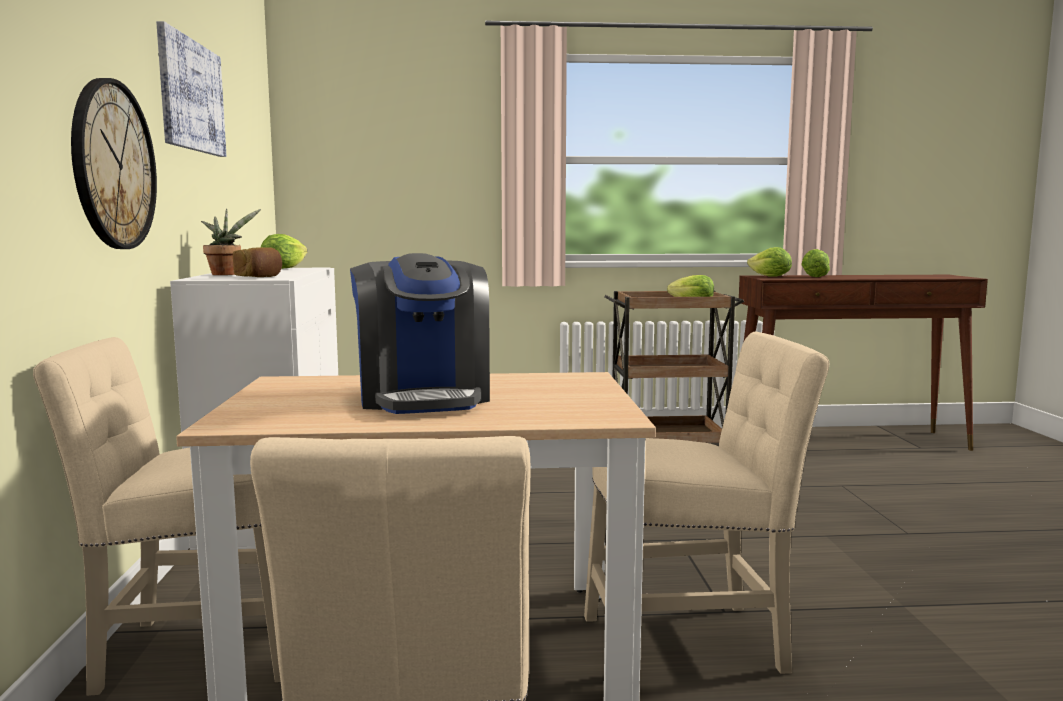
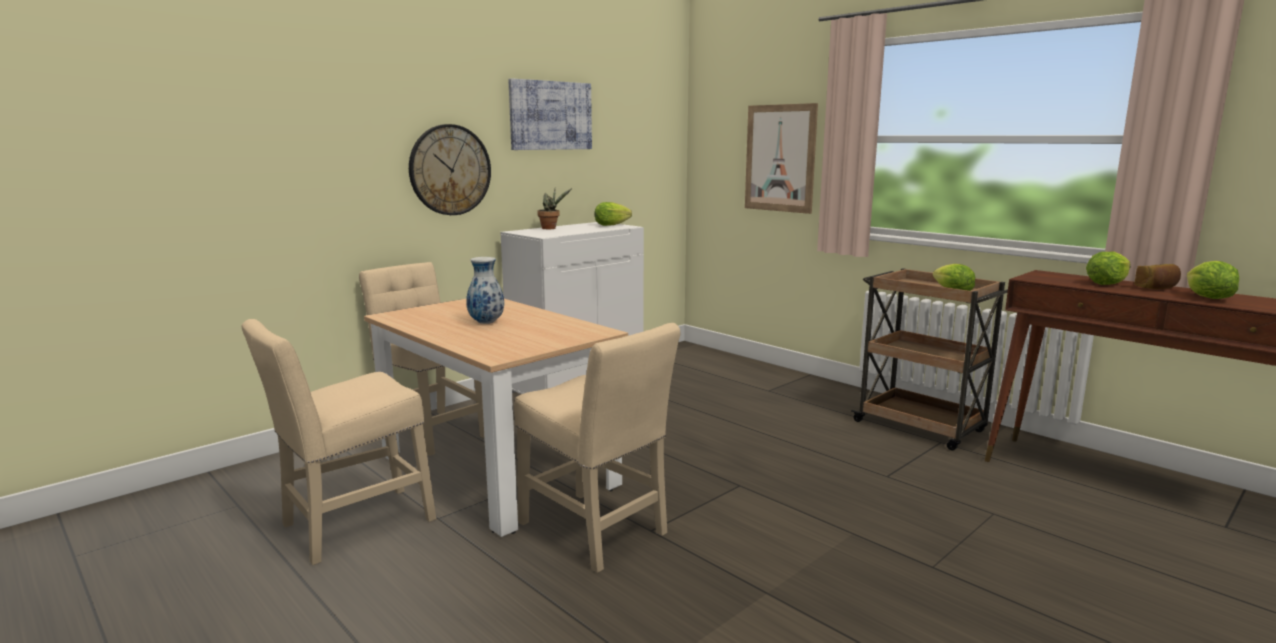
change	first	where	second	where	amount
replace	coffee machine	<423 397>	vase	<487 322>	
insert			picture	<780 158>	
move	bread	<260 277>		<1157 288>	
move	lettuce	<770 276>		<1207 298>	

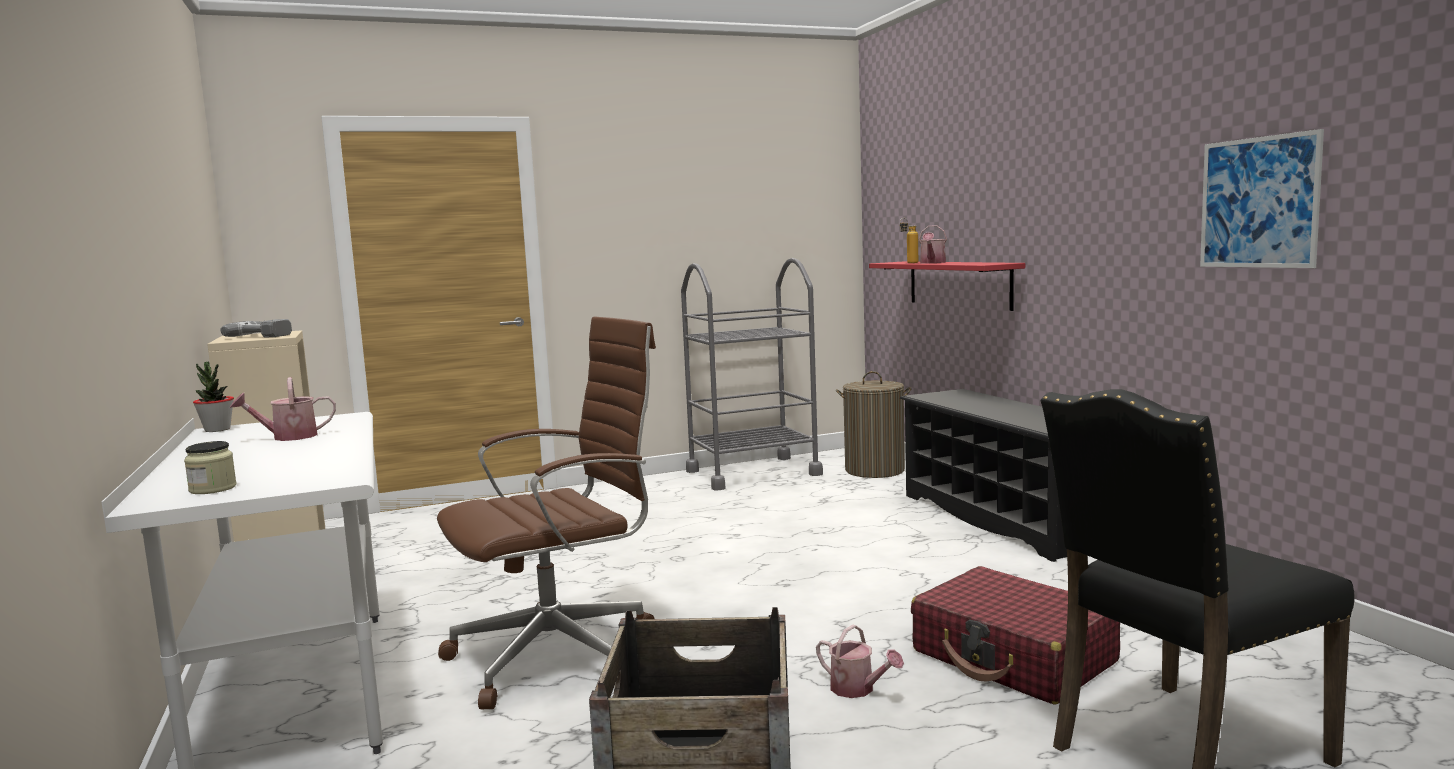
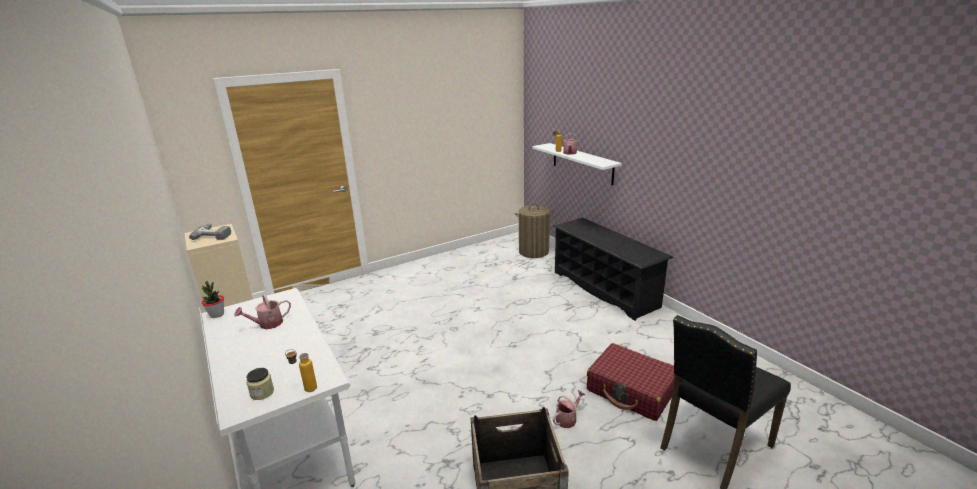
change	first	where	second	where	amount
insert			bottle	<305 389>	
recolor	red shelf	<958 284>	white shelf	<582 163>	
rotate	watering can	<857 689>		<568 419>	75 degrees counterclockwise
delete	brown office chair	<561 654>			
delete	grey cart	<753 473>			
delete	picture	<1258 202>			

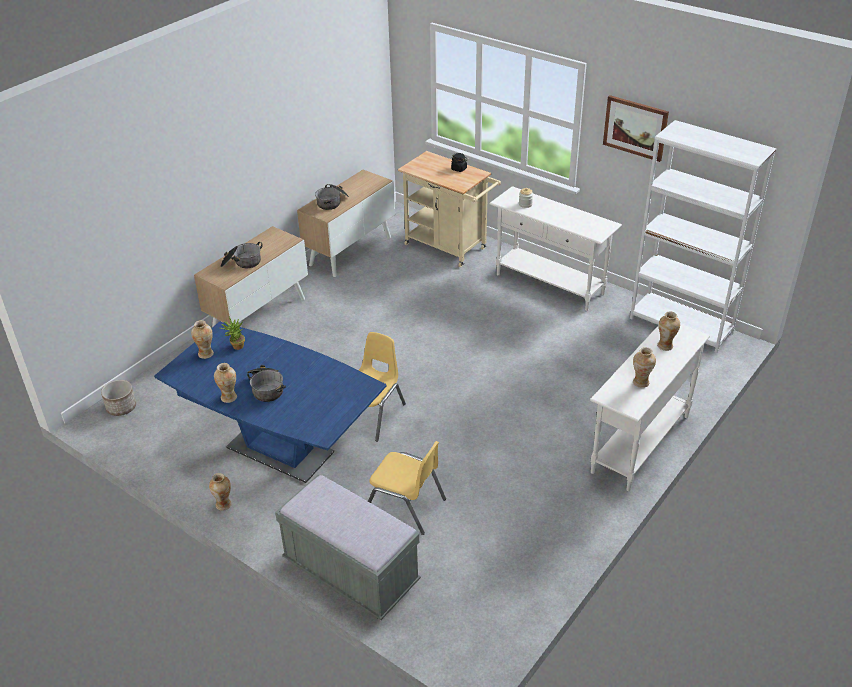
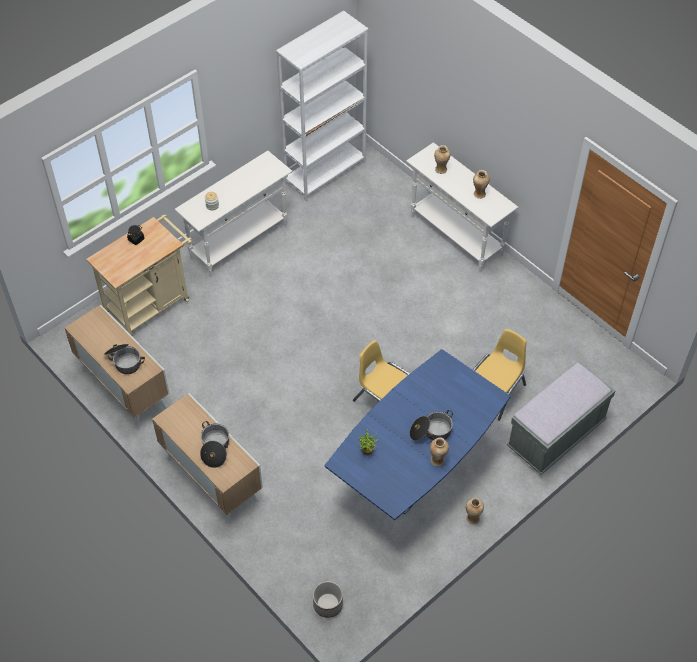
change	first	where	second	where	amount
delete	vase	<206 354>			
delete	picture	<635 127>			

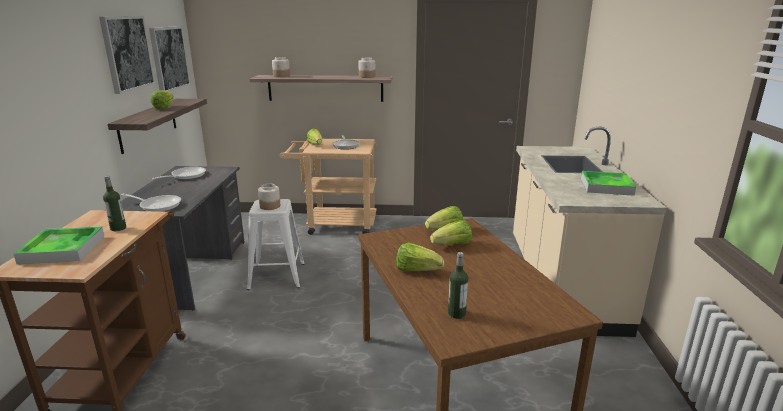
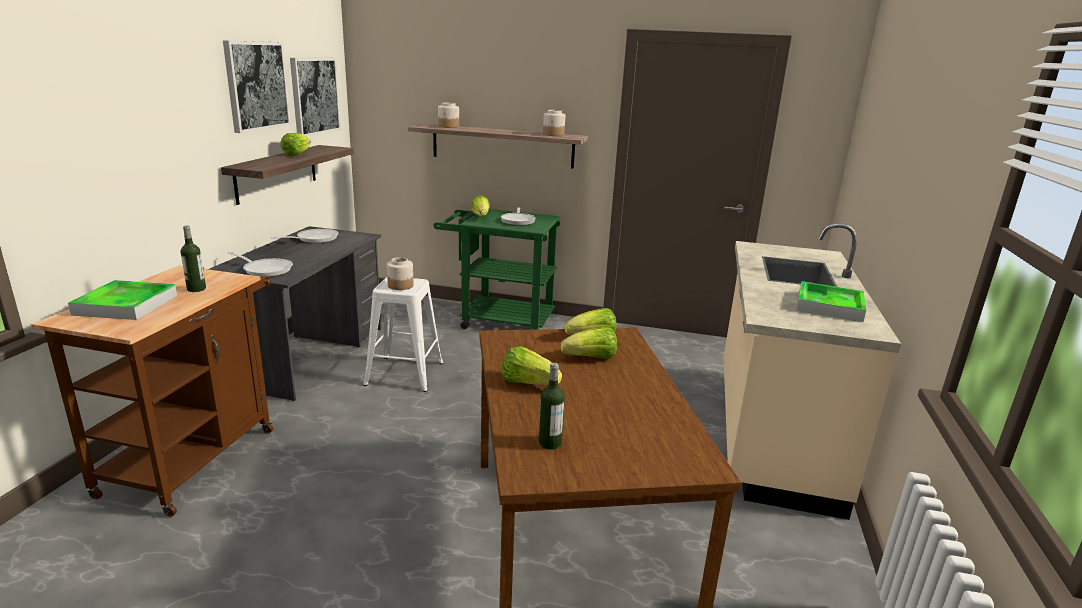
change	first	where	second	where	amount
recolor	beige cart	<335 224>	green cart	<498 320>	

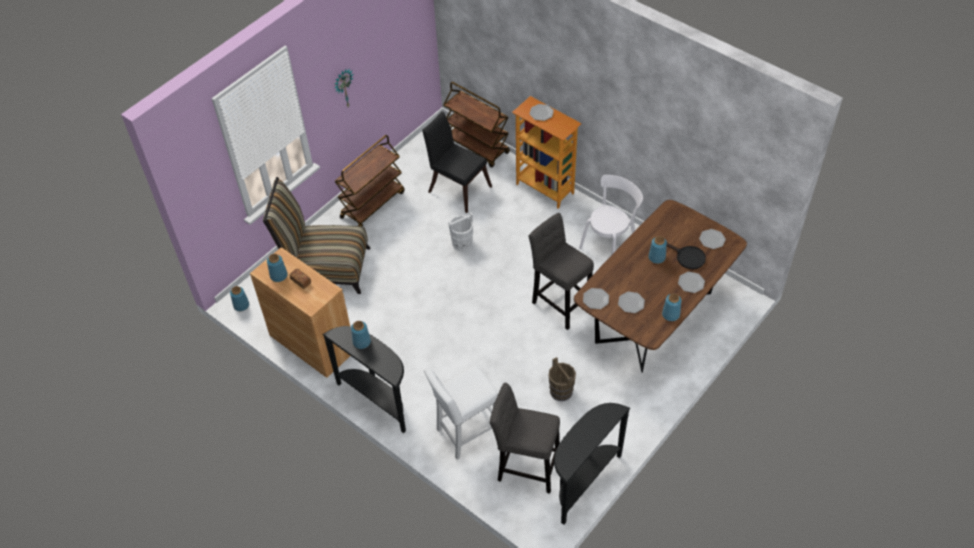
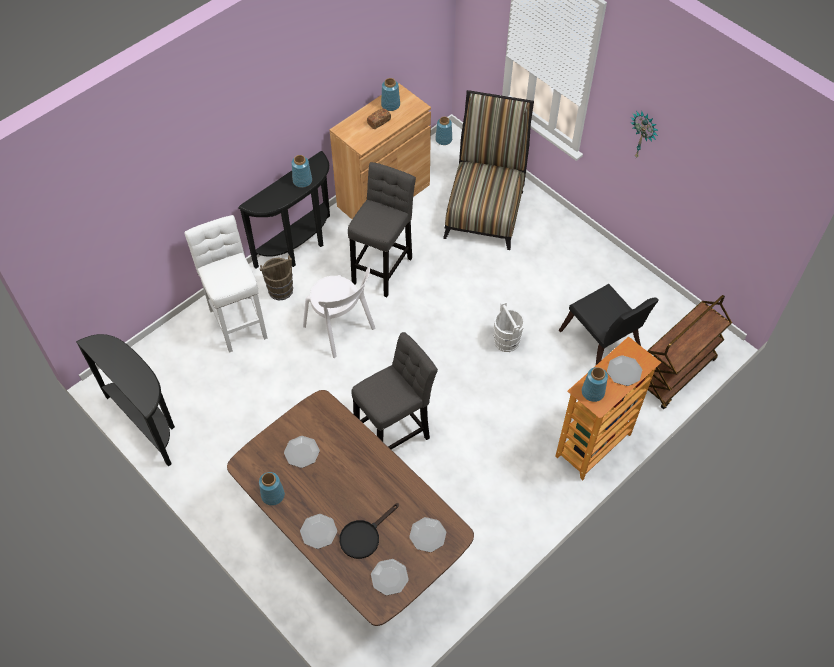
change	first	where	second	where	amount
move	brown bucket	<561 391>		<280 290>	
move	white chair	<610 245>		<341 329>	
move	grey stool	<525 468>		<383 267>	
move	plate	<595 299>		<428 535>	
rotate	black chair	<457 187>		<602 344>	105 degrees clockwise
move	blue vase	<656 257>		<592 392>	
delete	brown cart	<372 204>			

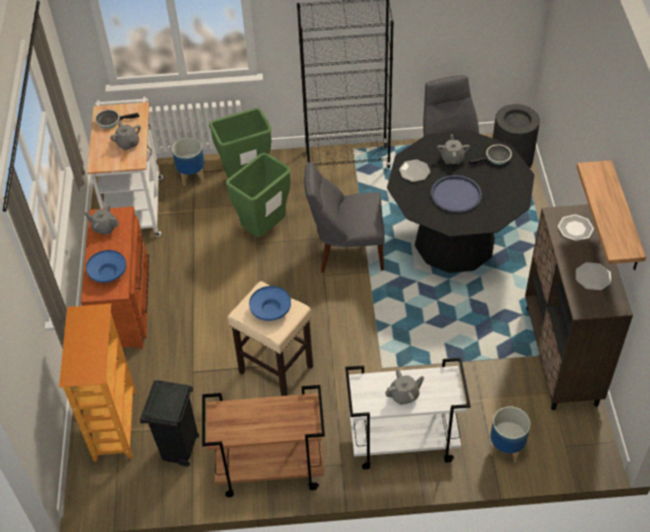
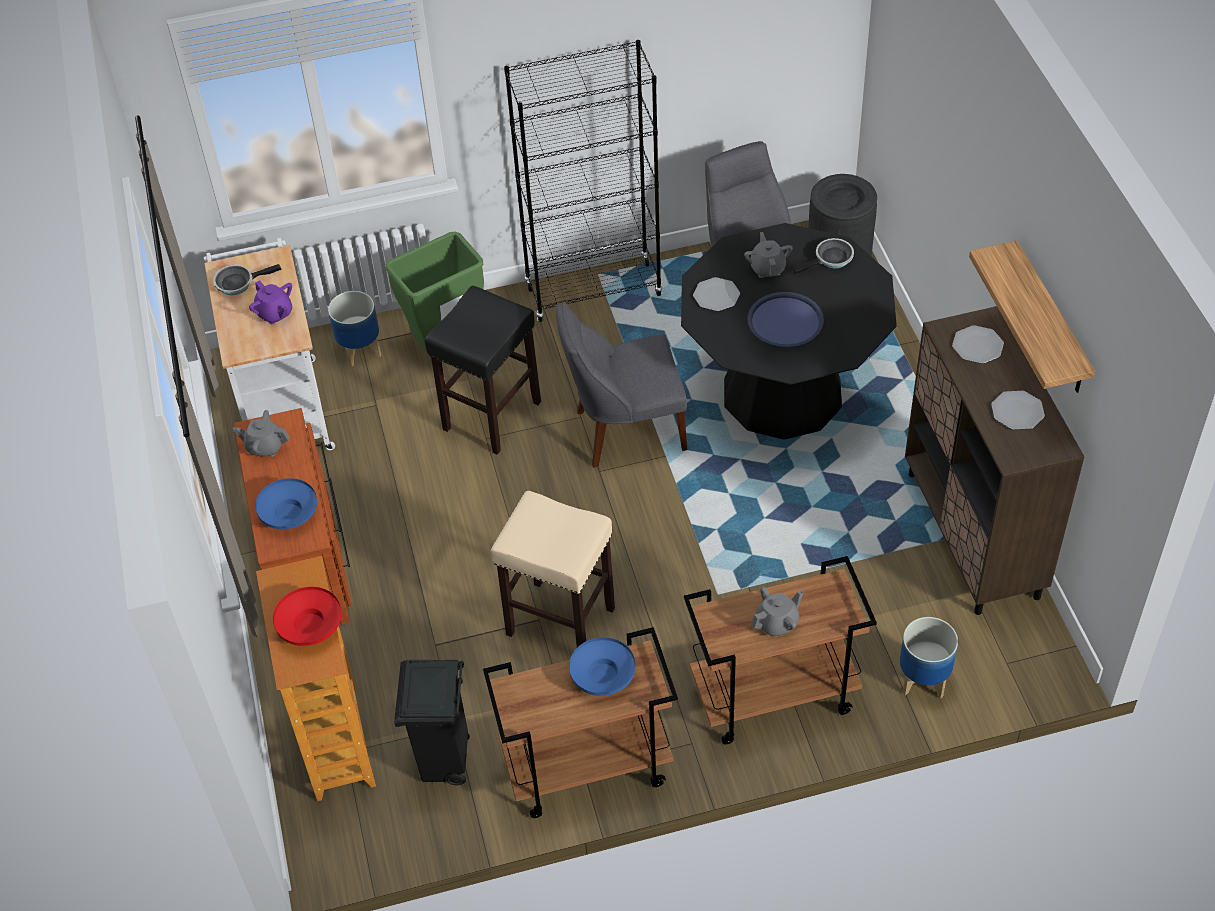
change	first	where	second	where	amount
recolor	grey teapot	<128 144>	purple teapot	<275 313>	
insert			red bowl	<310 626>	
replace	green trash can	<264 230>	black stool	<491 416>	
move	blue bowl	<270 310>		<602 676>	
recolor	white cart	<402 443>	brown cart	<772 697>	

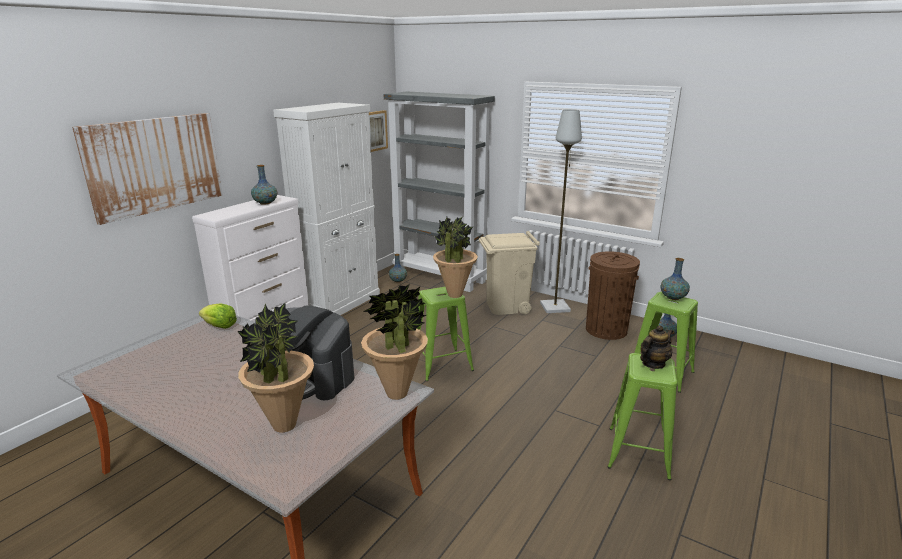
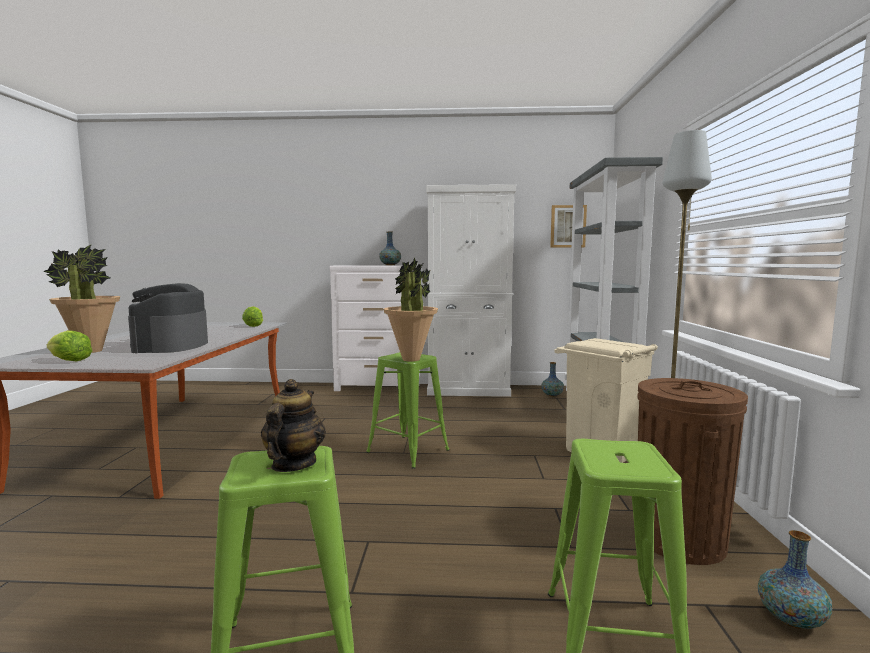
change	first	where	second	where	amount
insert			lettuce	<69 360>	
rotate	teapot	<653 364>		<293 464>	105 degrees counterclockwise
delete	picture	<155 165>			
delete	potted plant	<397 393>			
delete	vase	<673 297>			

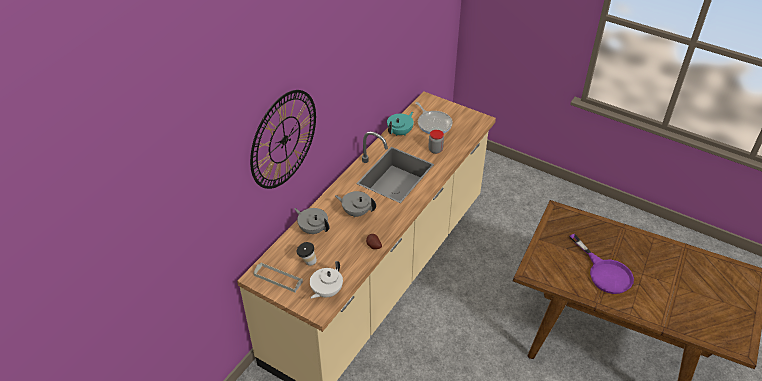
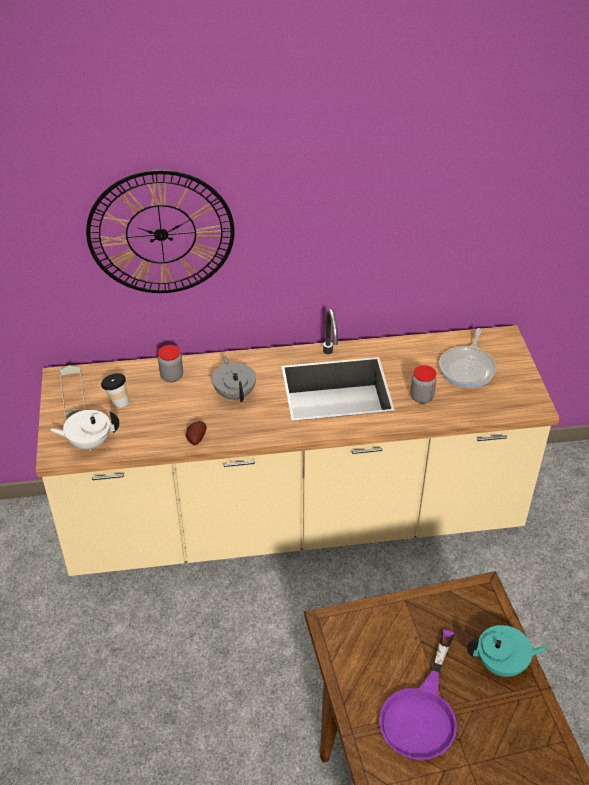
change	first	where	second	where	amount
replace	grey teapot	<313 229>	jar	<172 376>	
move	turquoise teapot	<400 132>		<502 664>	

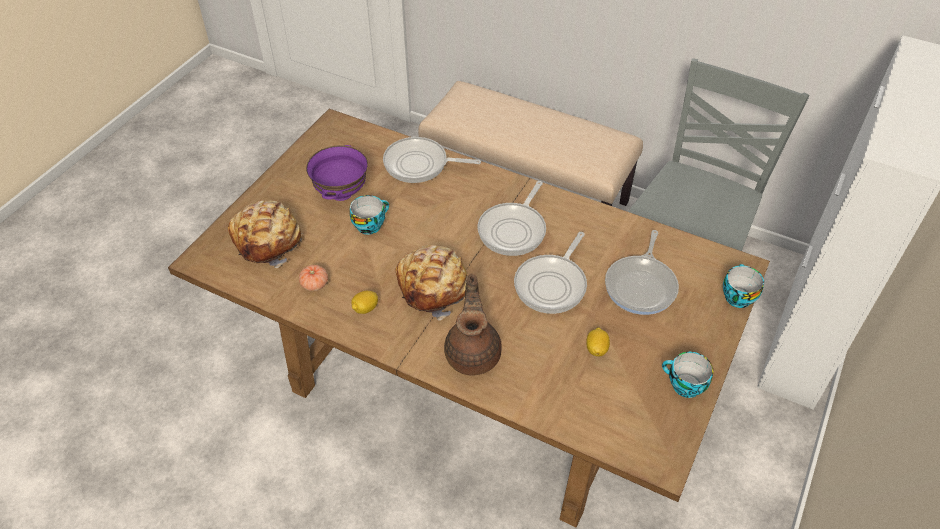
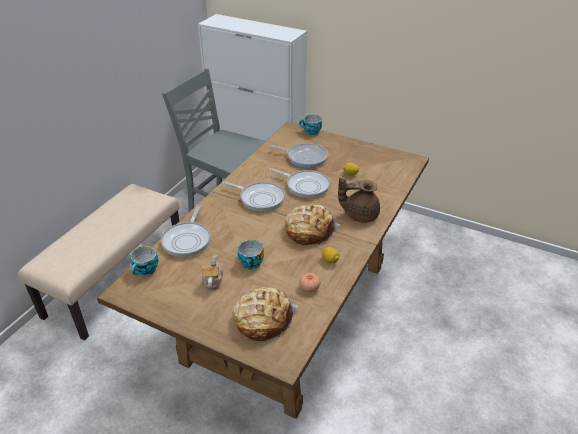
change	first	where	second	where	amount
move	cup	<684 386>		<146 270>	
replace	purple bowl	<340 193>	teapot	<212 281>	

